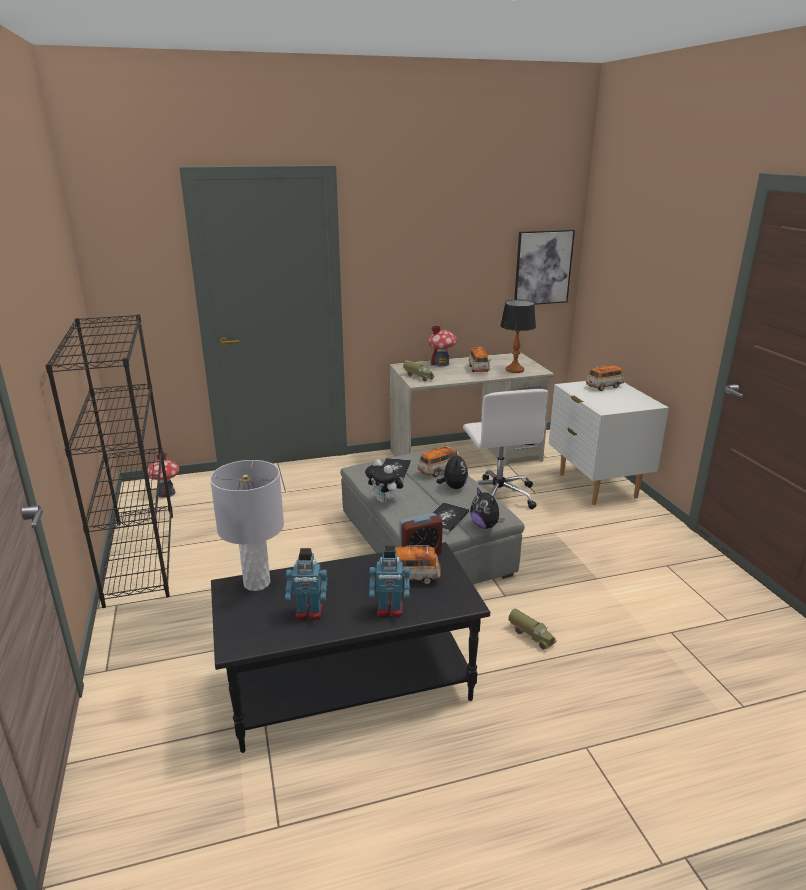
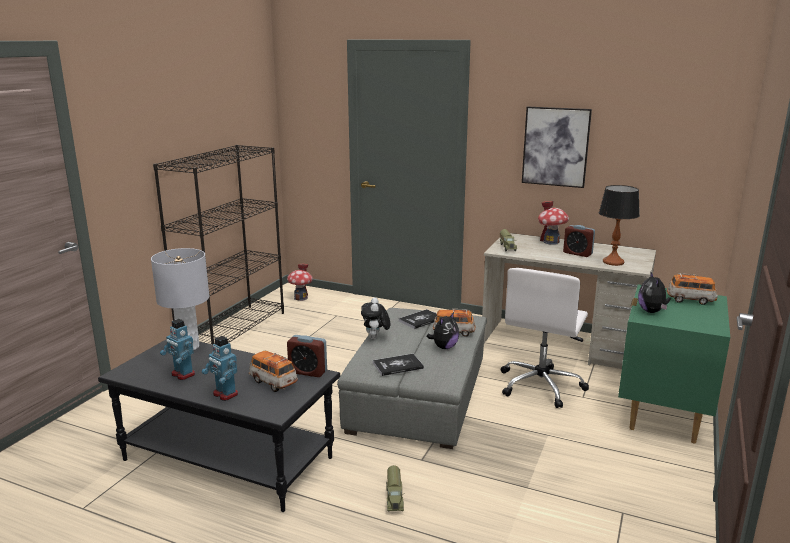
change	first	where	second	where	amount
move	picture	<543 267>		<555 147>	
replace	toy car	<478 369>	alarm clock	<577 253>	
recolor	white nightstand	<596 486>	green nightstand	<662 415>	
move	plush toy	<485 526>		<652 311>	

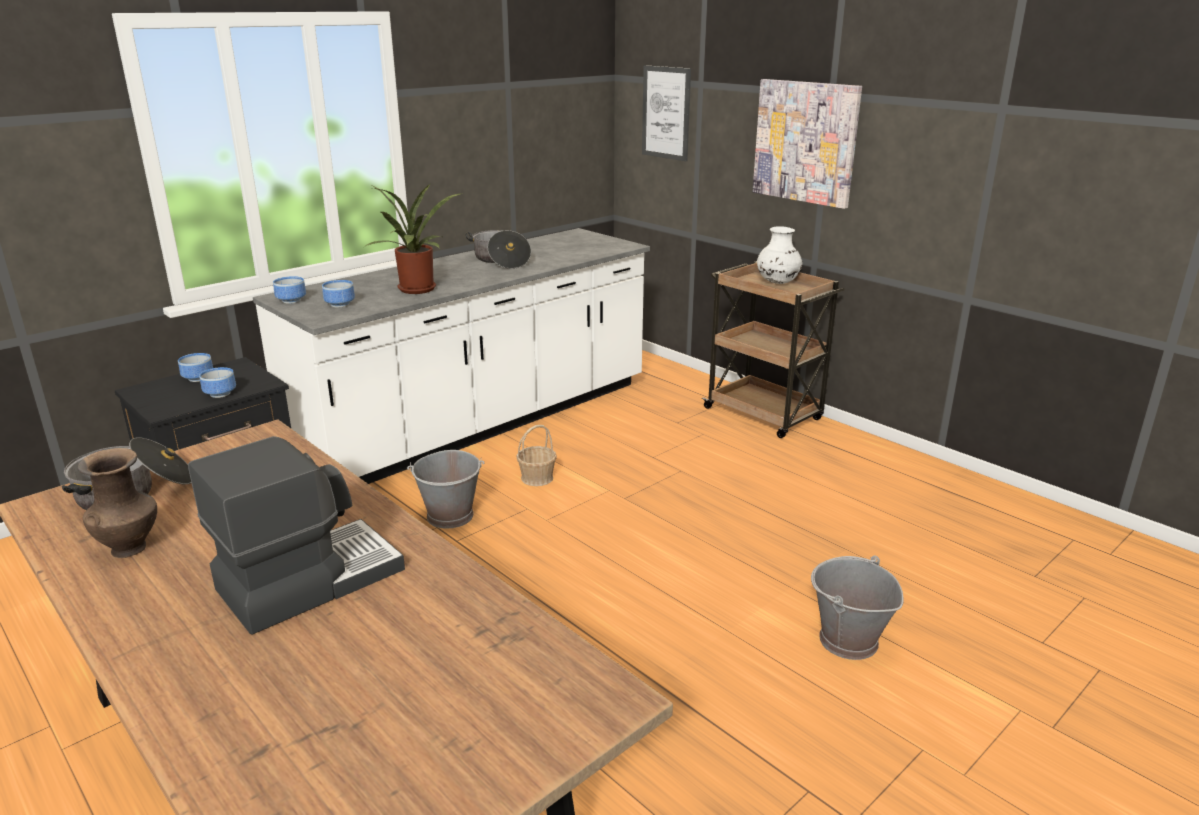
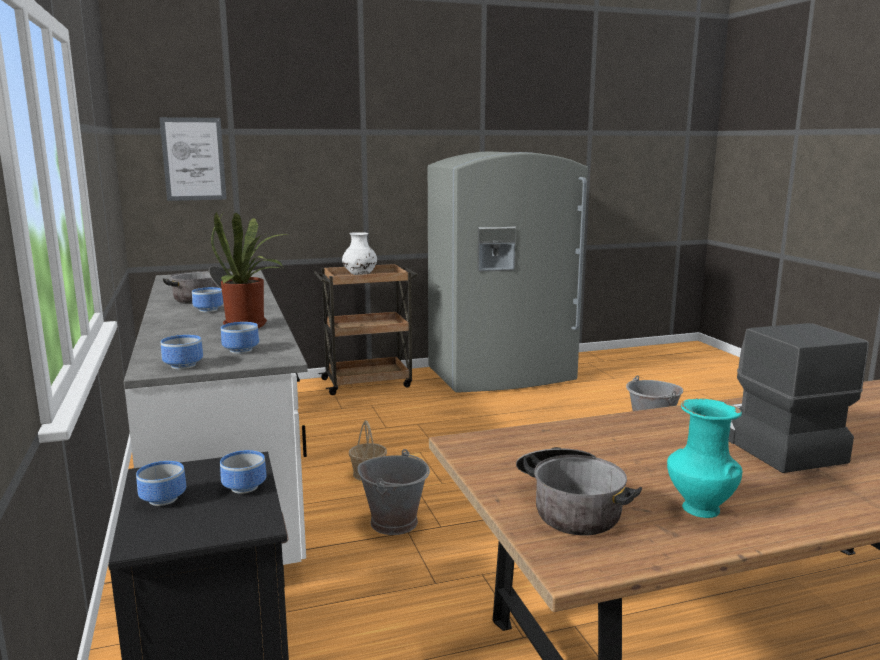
change	first	where	second	where	amount
insert			bowl	<207 310>	
insert			grey fridge	<502 376>	
recolor	brown vase	<130 548>	turquoise vase	<699 508>	
delete	picture	<805 142>			

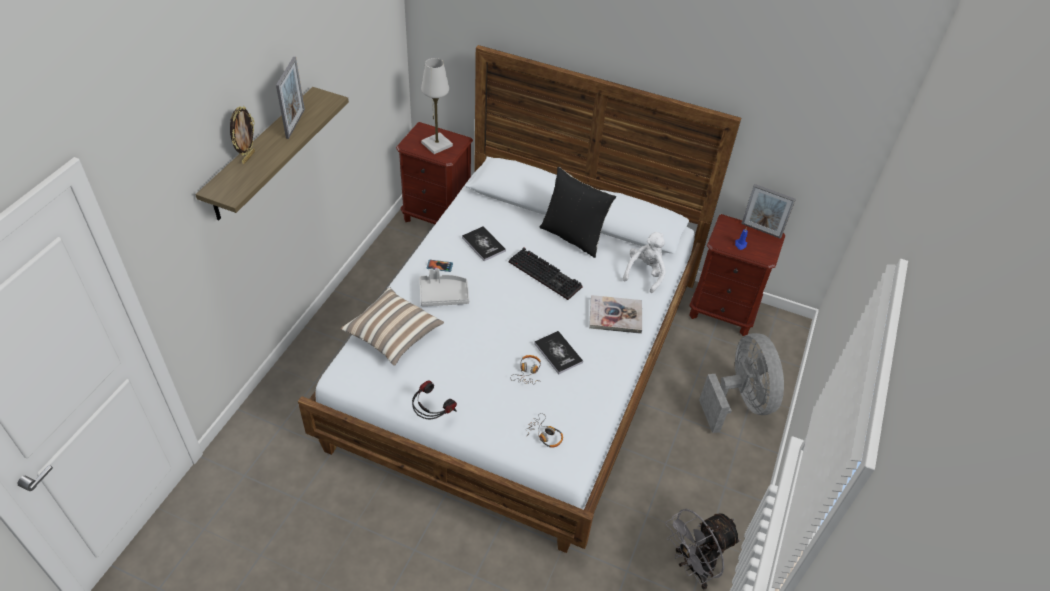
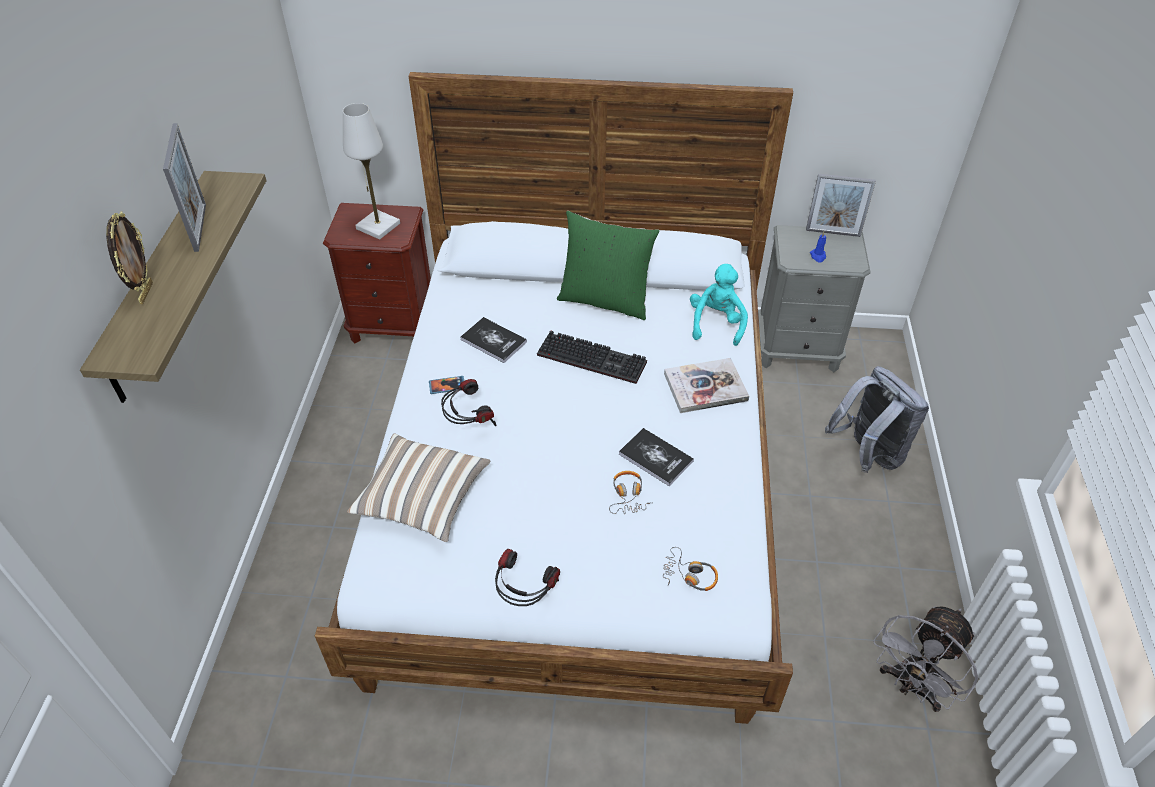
change	first	where	second	where	amount
replace	grey tray	<443 295>	headphones	<469 423>	
recolor	black pillow	<573 236>	green pillow	<605 300>	
recolor	white plush toy	<645 273>	turquoise plush toy	<716 323>	
recolor	brown nightstand	<722 312>	grey nightstand	<797 349>	
replace	grey fan	<739 402>	grey backpack	<867 454>	

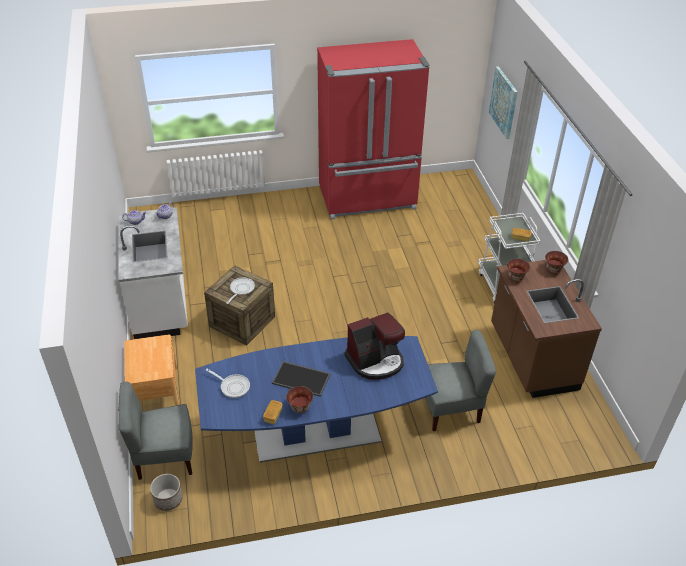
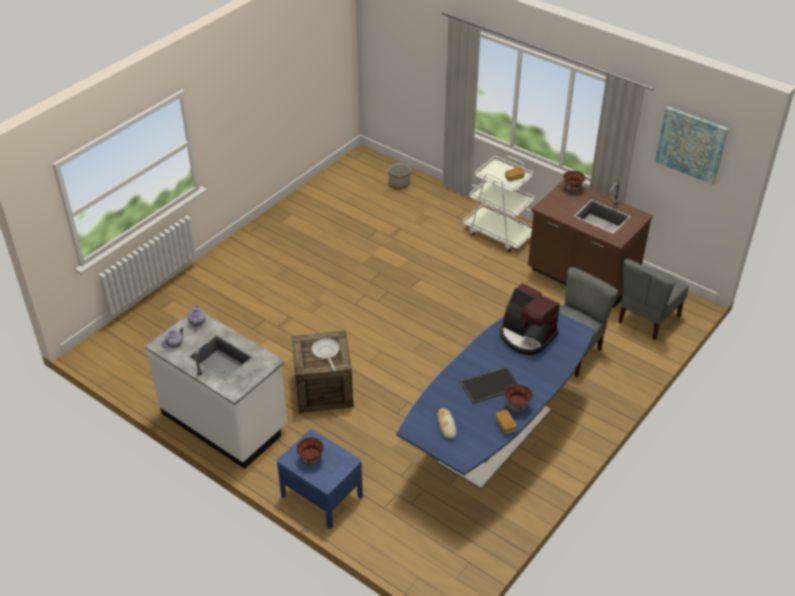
change	first	where	second	where	amount
recolor	brown nightstand	<155 390>	blue nightstand	<321 495>	
move	bowl	<516 277>		<311 459>	
move	planter	<168 499>		<399 184>	
replace	frying pan	<233 386>	bread	<446 426>	
rotate	coffee machine	<376 361>		<526 336>	105 degrees clockwise
move	grey chair	<164 457>		<647 319>	
move	picture	<504 102>		<691 144>	
delete	red fridge	<368 199>			

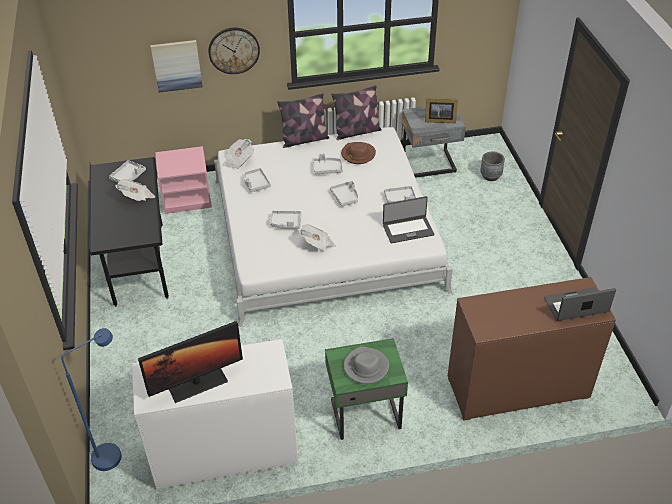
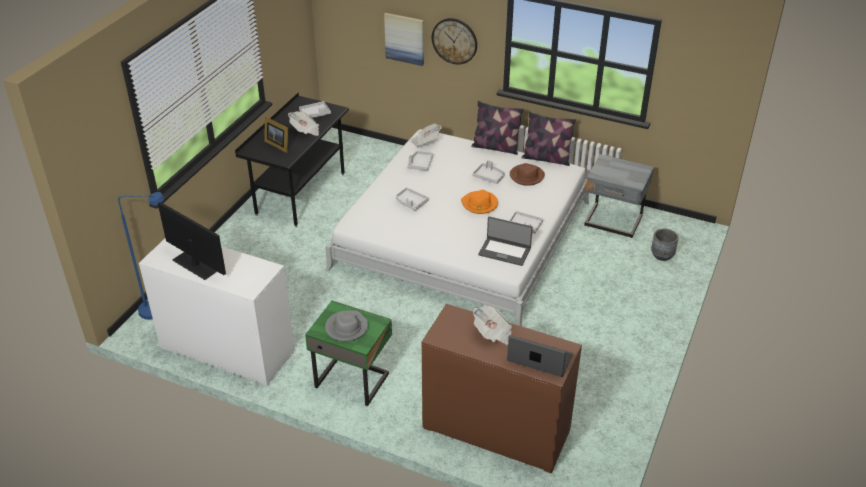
change	first	where	second	where	amount
rotate	monitor	<197 383>		<196 264>	150 degrees counterclockwise
move	picture frame	<439 120>		<278 144>	
replace	grey tray	<345 197>	orange hat	<479 204>	
move	newspaper	<317 244>		<493 334>	
delete	pink nightstand	<187 197>			

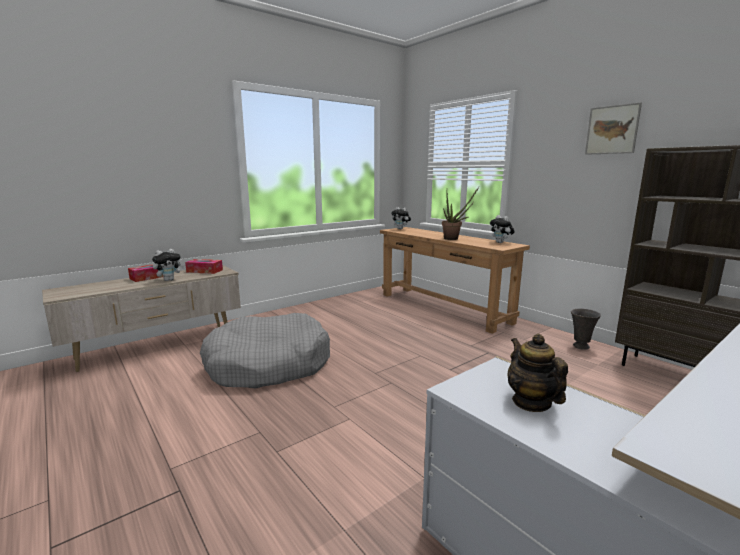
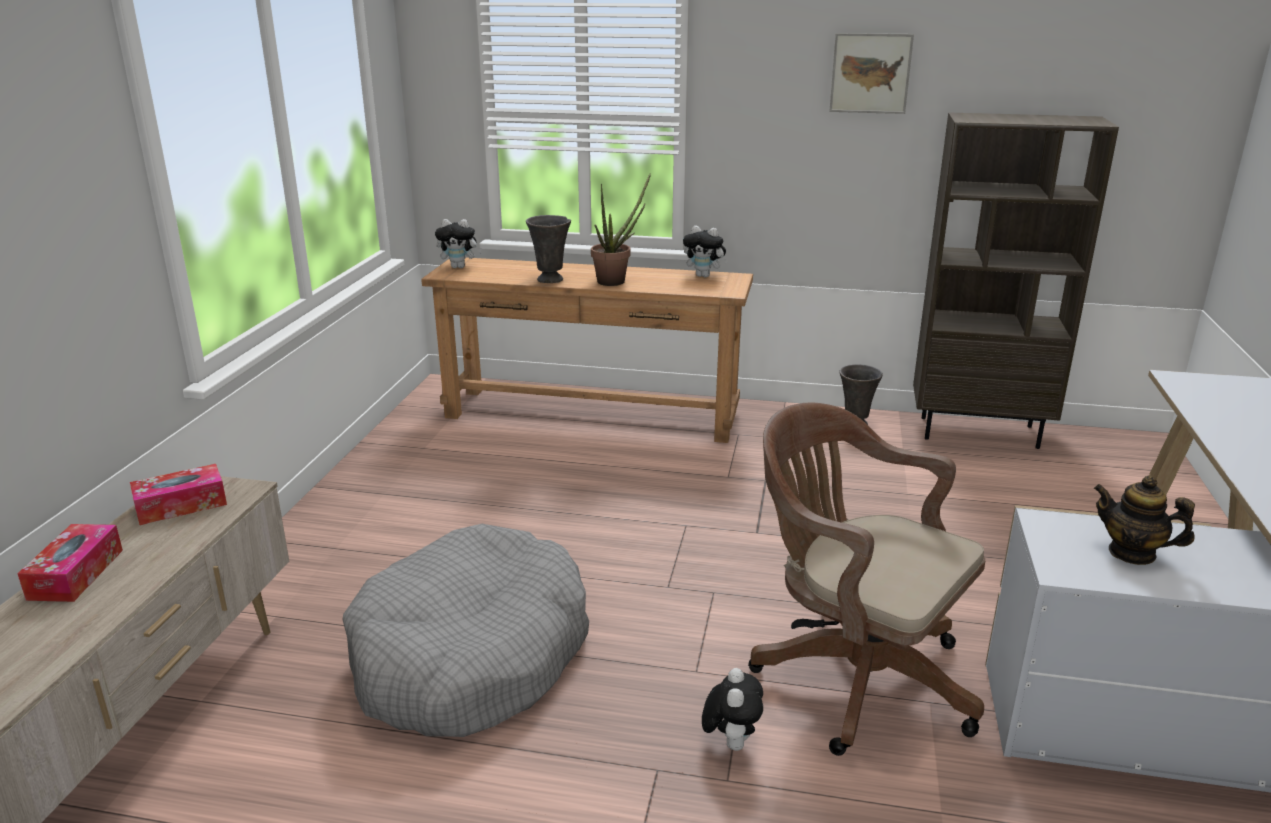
change	first	where	second	where	amount
insert			grey vase	<551 280>	
move	plush toy	<169 280>		<731 742>	
insert			brown office chair	<853 675>	

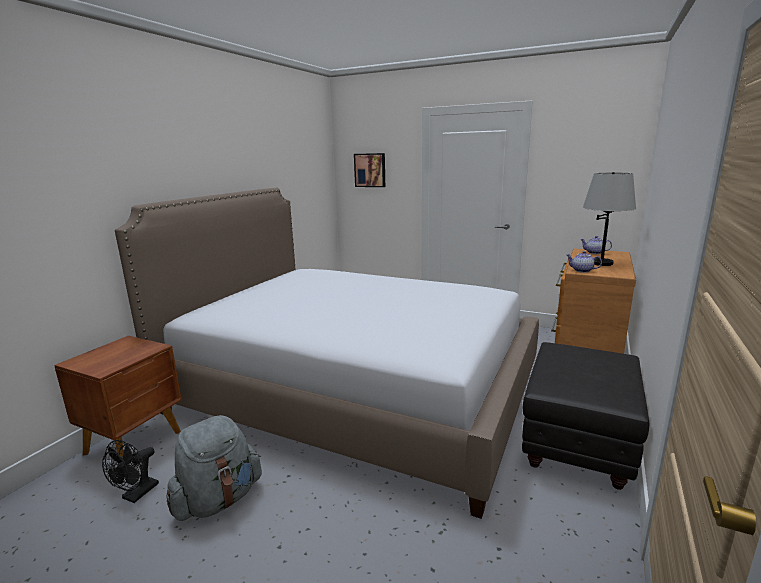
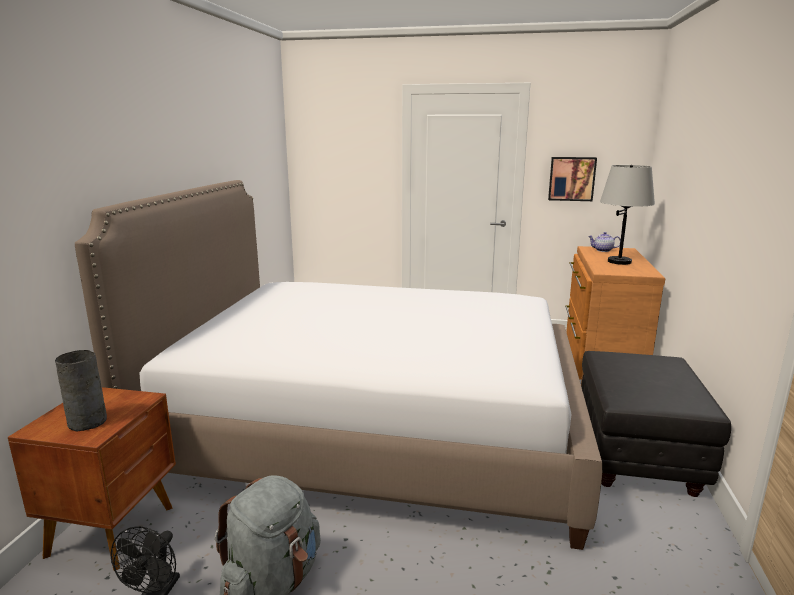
change	first	where	second	where	amount
insert			grey vase	<88 422>	
move	picture	<370 170>		<571 178>	
delete	teapot	<581 271>			

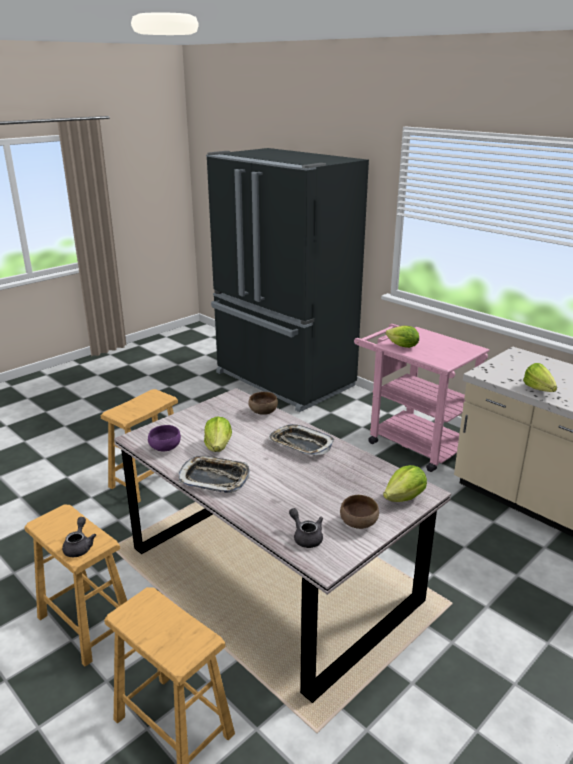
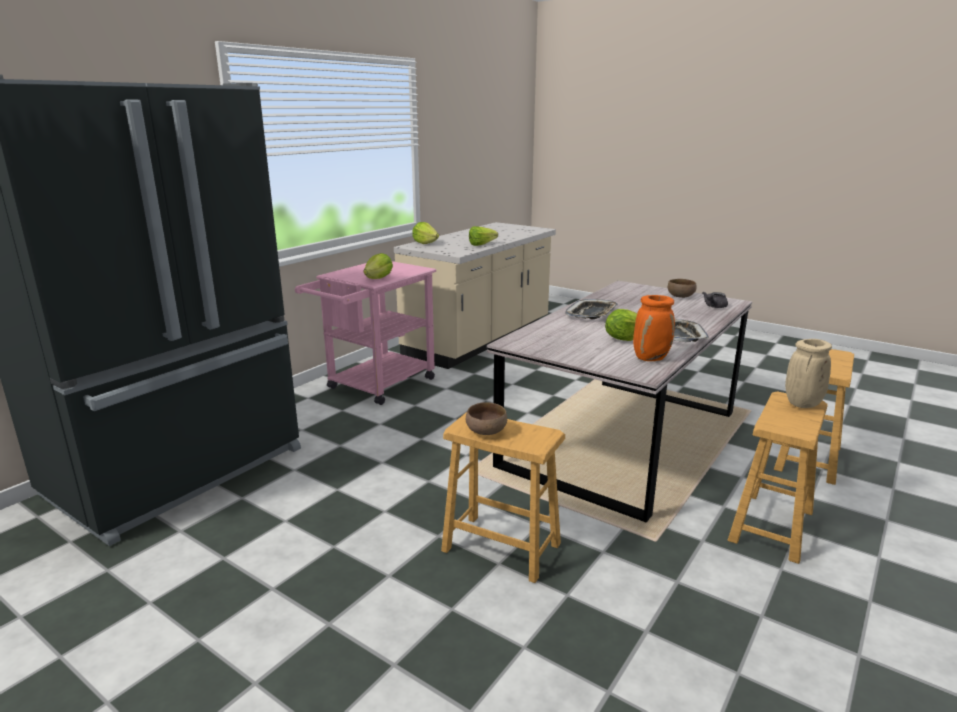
change	first	where	second	where	amount
move	lettuce	<405 498>		<425 243>	
move	brown bowl	<262 412>		<487 432>	
replace	purple bowl	<165 448>	orange vase	<651 358>	
replace	grey teapot	<79 546>	beige vase	<802 404>	

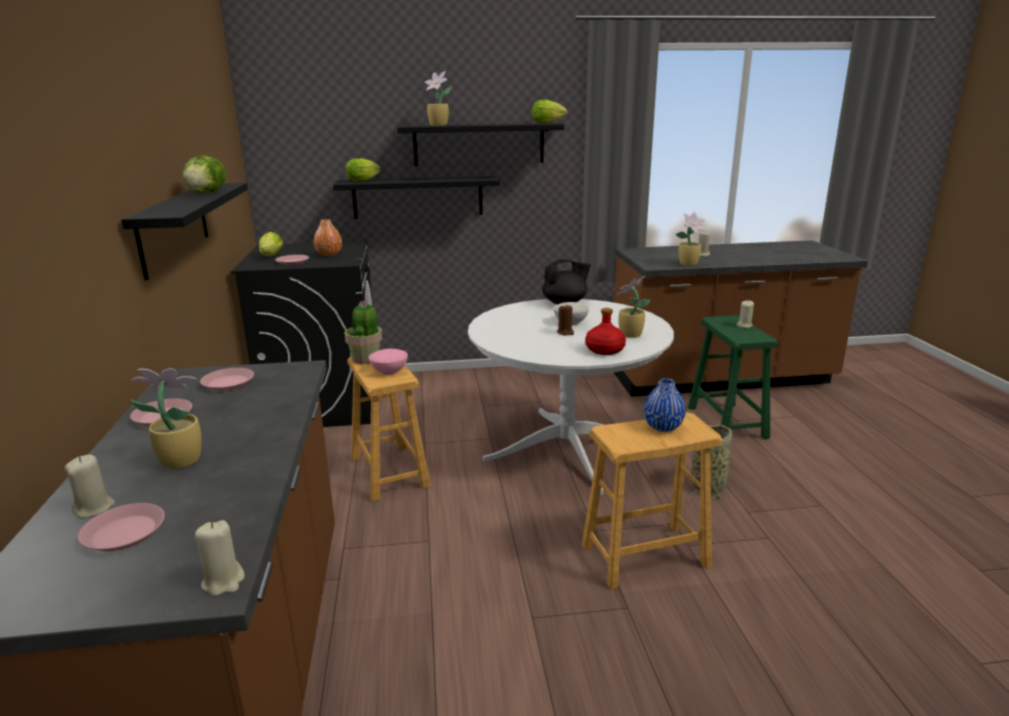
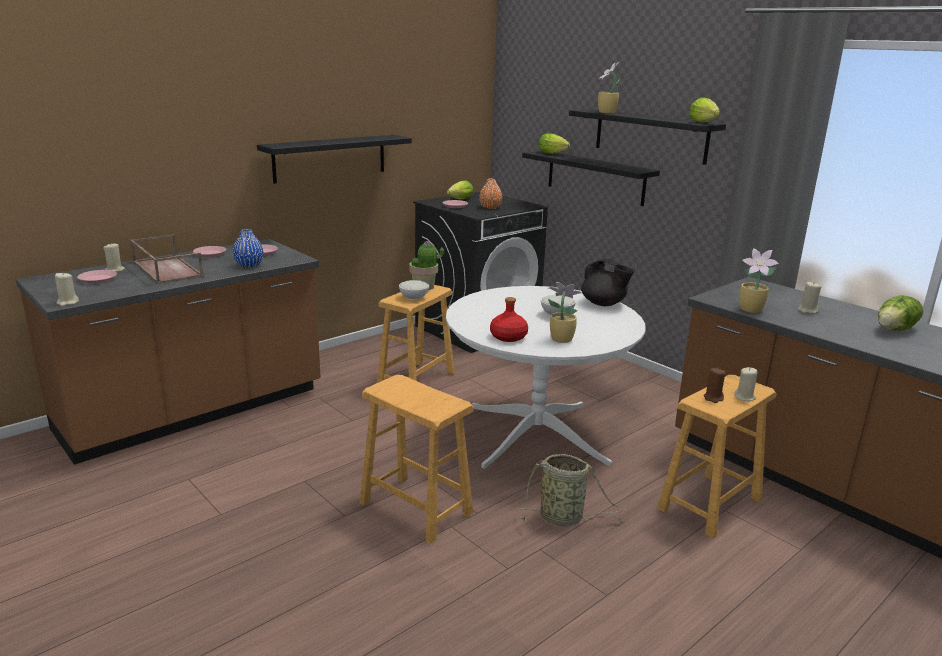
change	first	where	second	where	amount
replace	potted plant	<179 461>	brown tray	<166 269>	
move	blue vase	<663 427>		<249 265>	
recolor	pink bowl	<390 371>	white bowl	<414 298>	
recolor	green stool	<727 422>	brown stool	<710 505>	
move	brown candle	<565 332>		<713 398>	
move	lettuce	<207 193>		<895 329>	

